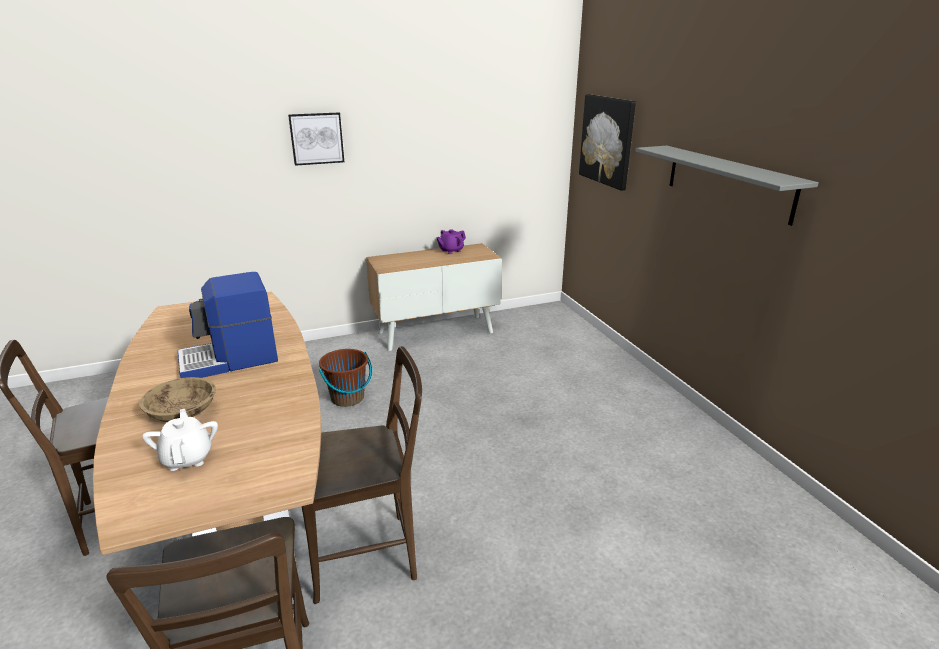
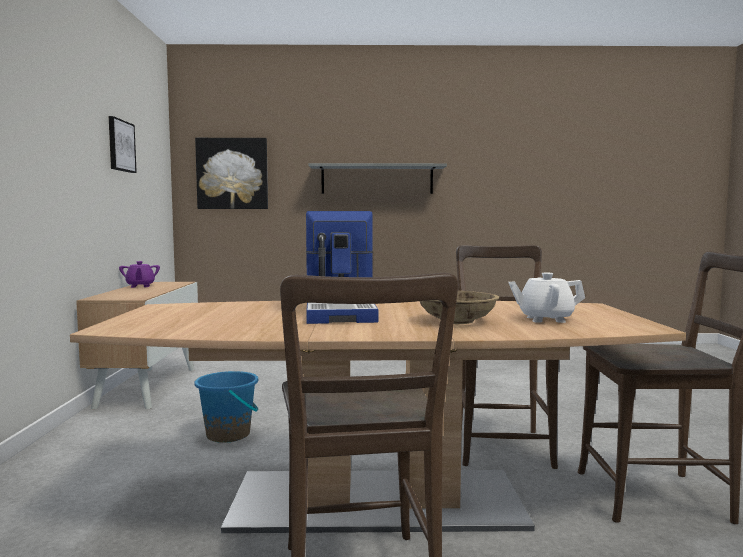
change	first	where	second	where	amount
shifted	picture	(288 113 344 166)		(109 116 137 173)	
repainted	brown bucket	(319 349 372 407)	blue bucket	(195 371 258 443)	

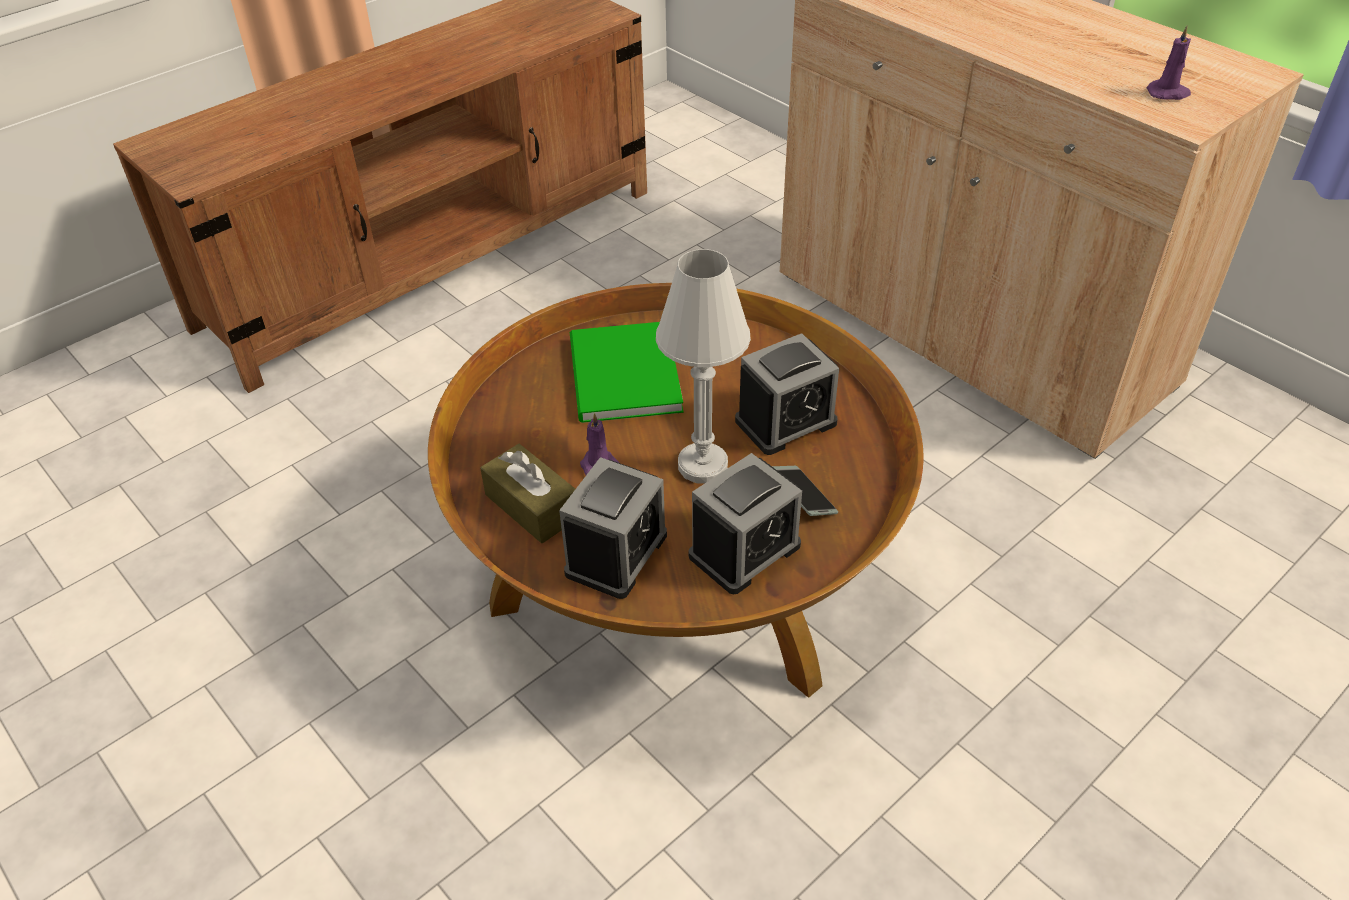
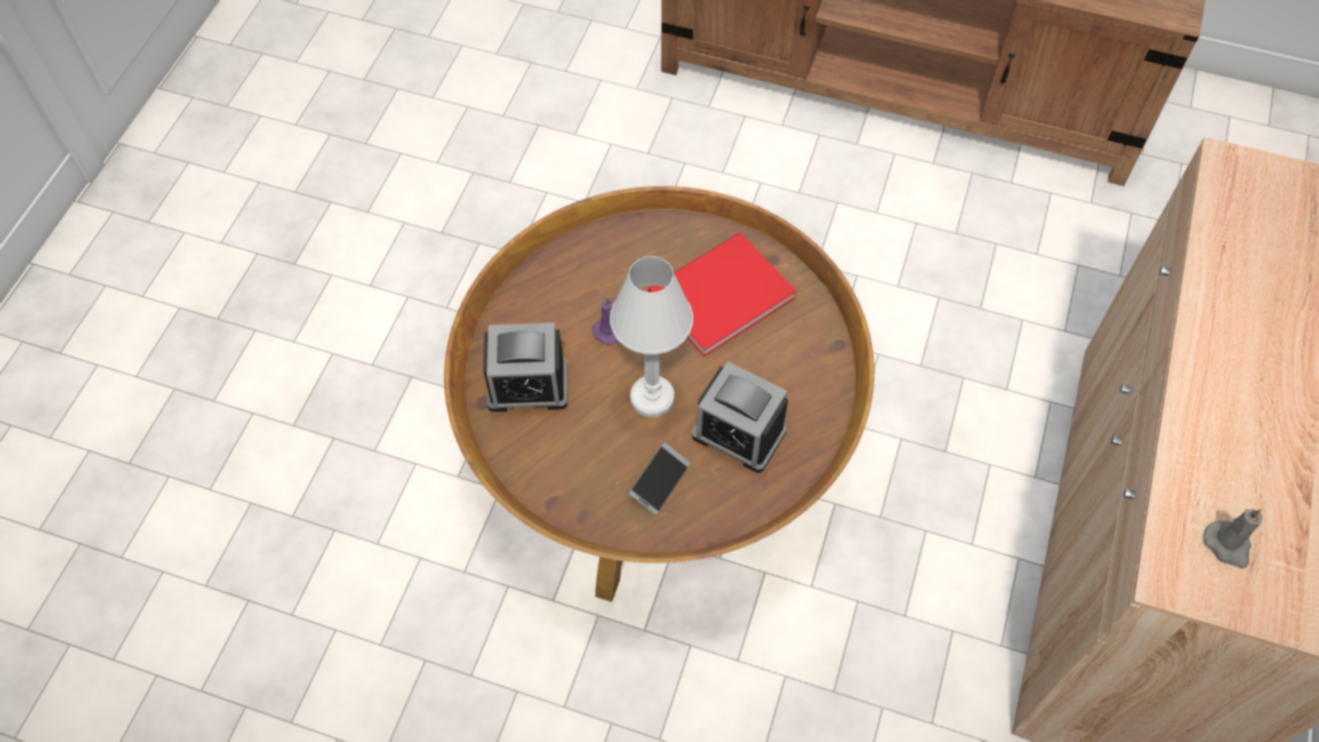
change	first	where	second	where	amount
gone	brown tissue box	(480 444 575 543)			
gone	alarm clock	(689 453 802 594)			
repainted	green book	(570 322 683 423)	red book	(648 233 797 357)	
repainted	purple candle	(1147 25 1191 100)	grey candle	(1203 509 1263 568)	

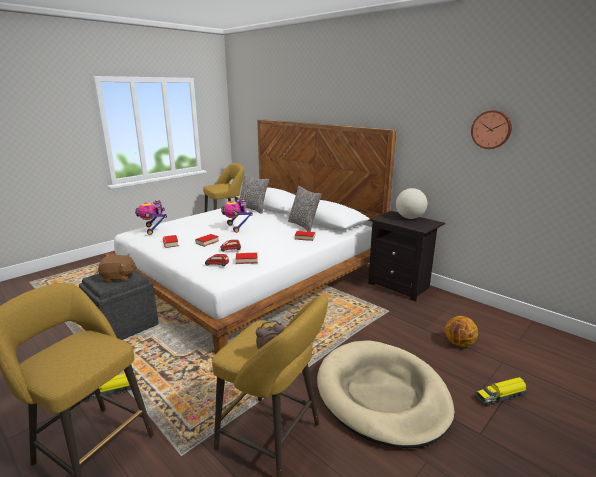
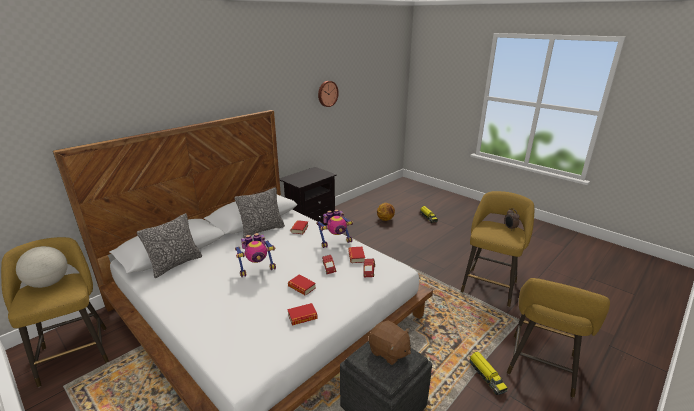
change	first	where	second	where	amount
gone	beige dog bed	(317 340 454 448)			
shifted	toy robot	(135 200 167 235)		(316 209 353 248)	
shifted	globe	(396 188 428 219)		(16 246 68 288)	
rotated	brown plush toy	(98 254 137 283)		(368 321 411 365)	135 degrees clockwise

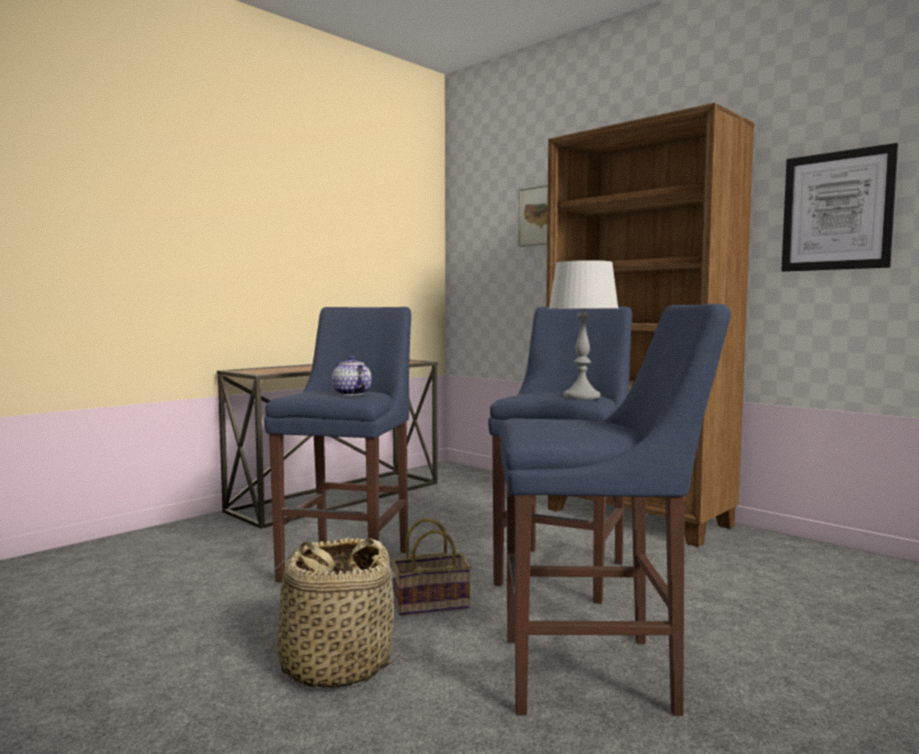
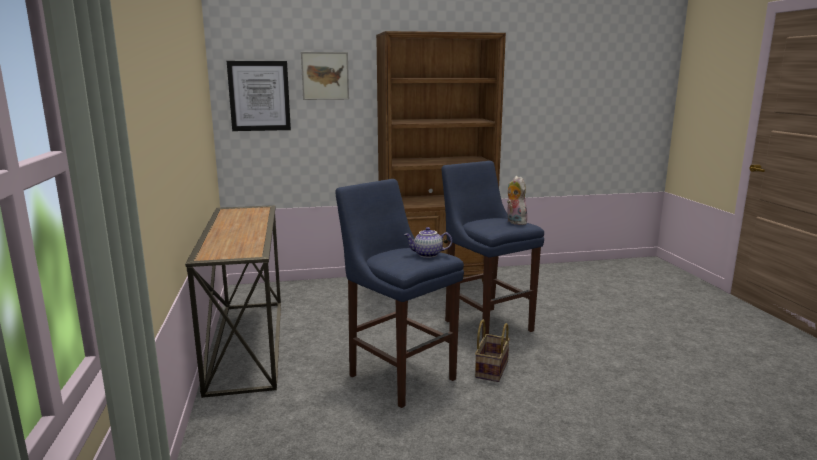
change	first	where	second	where	amount
gone	basket	(259 538 407 689)			
gone	blue stool	(499 304 731 716)			
shifted	picture	(781 143 898 272)		(227 61 291 131)	
swapped	grey table lamp	(549 260 618 399)	plush toy	(507 176 527 225)	

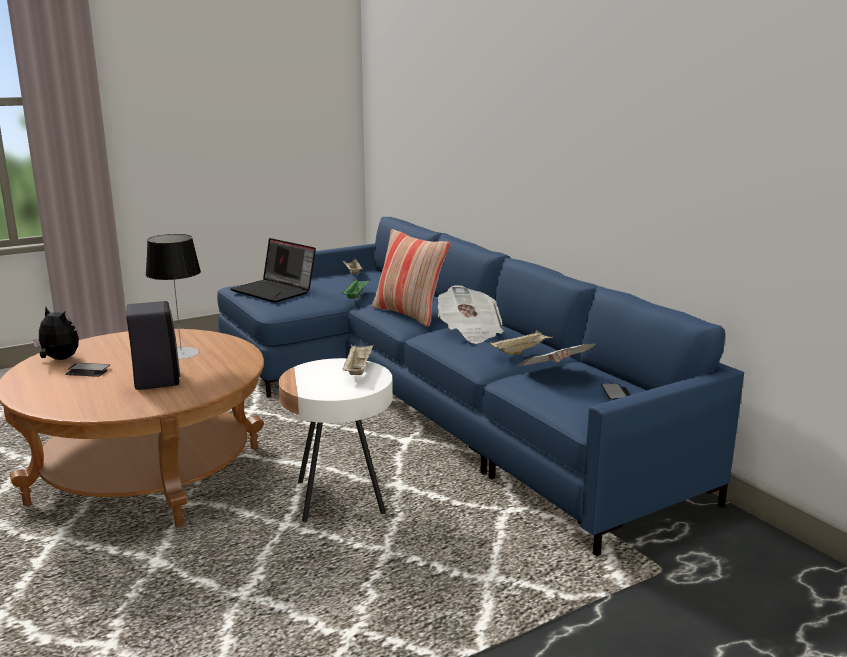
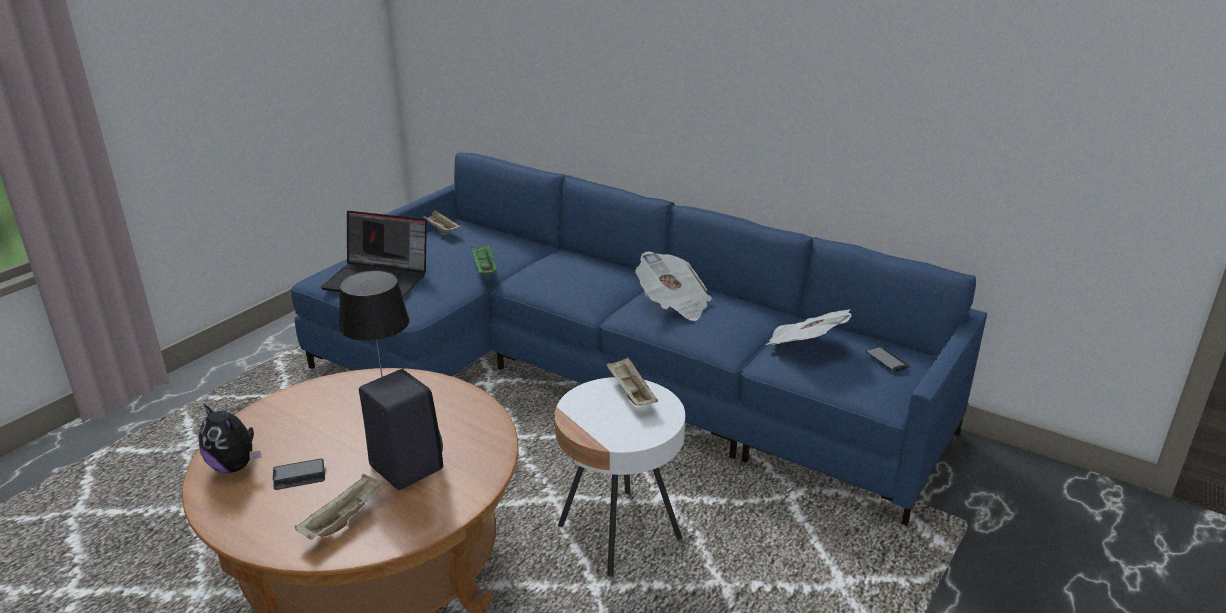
change	first	where	second	where	amount
gone	pillow	(372 229 450 327)			
shifted	beige tray	(490 330 553 355)		(295 474 389 540)	
rotated	plush toy	(33 307 79 360)		(199 403 262 473)	150 degrees counterclockwise

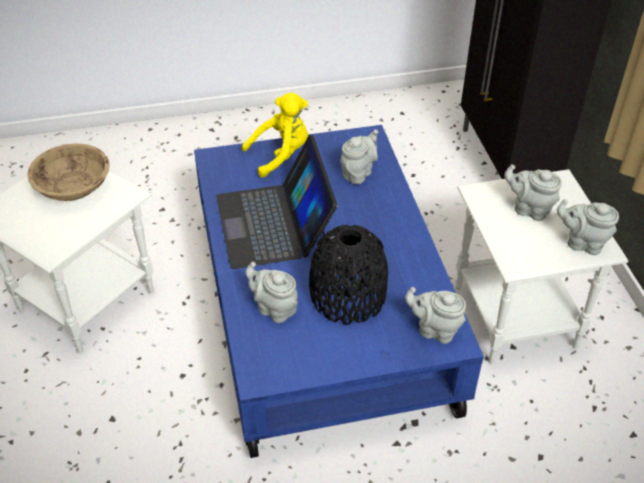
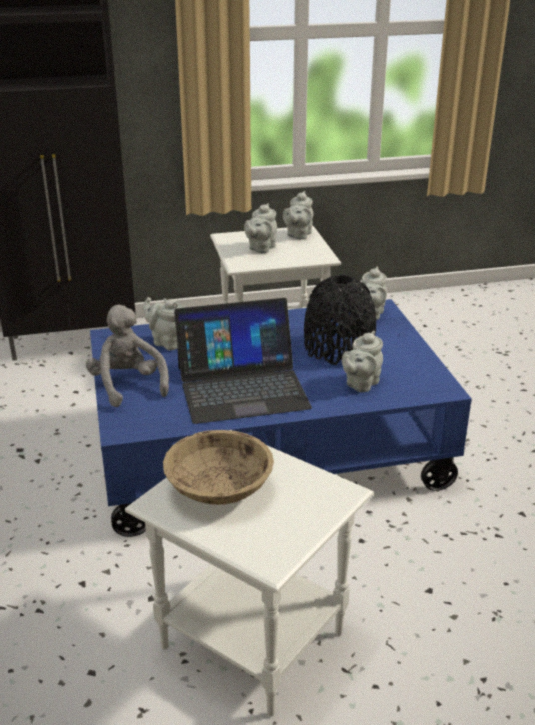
change	first	where	second	where	amount
repainted	yellow plush toy	(242 93 308 178)	grey plush toy	(86 305 169 407)	

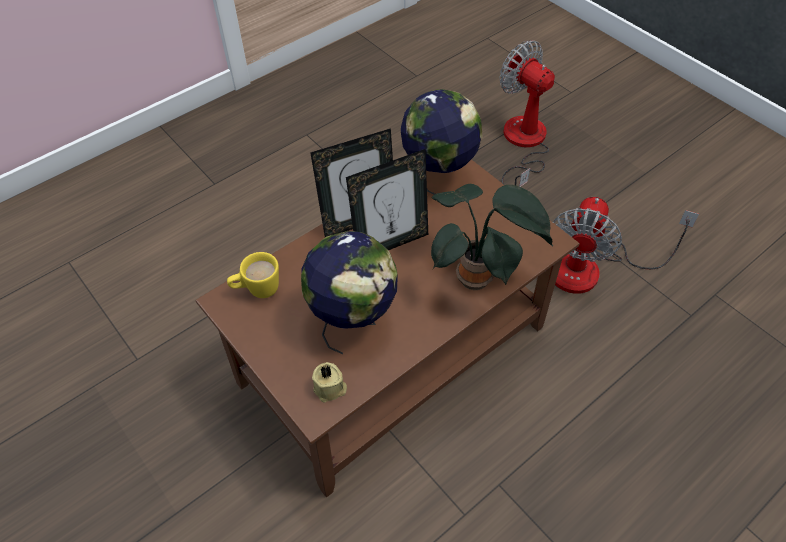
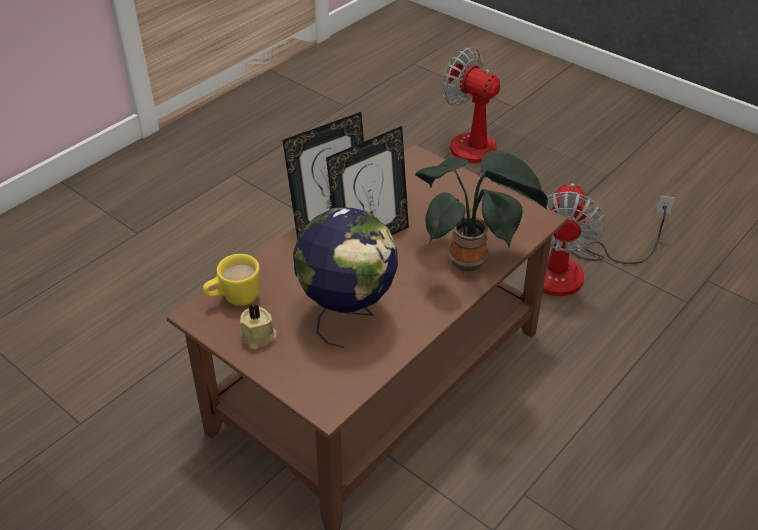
change	first	where	second	where	amount
gone	globe	(401 89 483 195)			
shifted	beige candle	(312 362 347 402)		(240 304 277 349)	

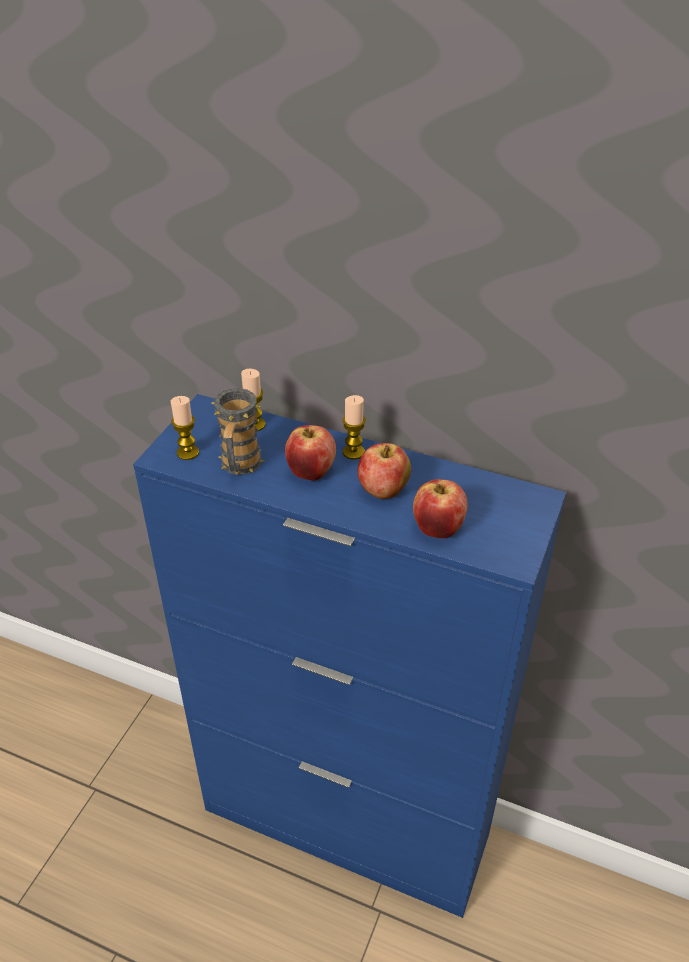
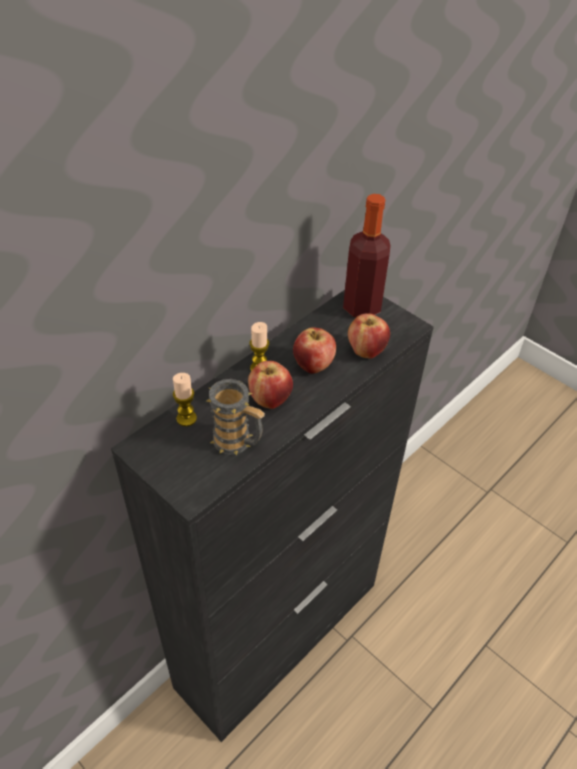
change	first	where	second	where	amount
gone	candle	(171 396 199 460)			
new			bottle	(343 194 390 317)	
repainted	blue cabinet	(133 394 566 918)	black cabinet	(111 290 434 742)	

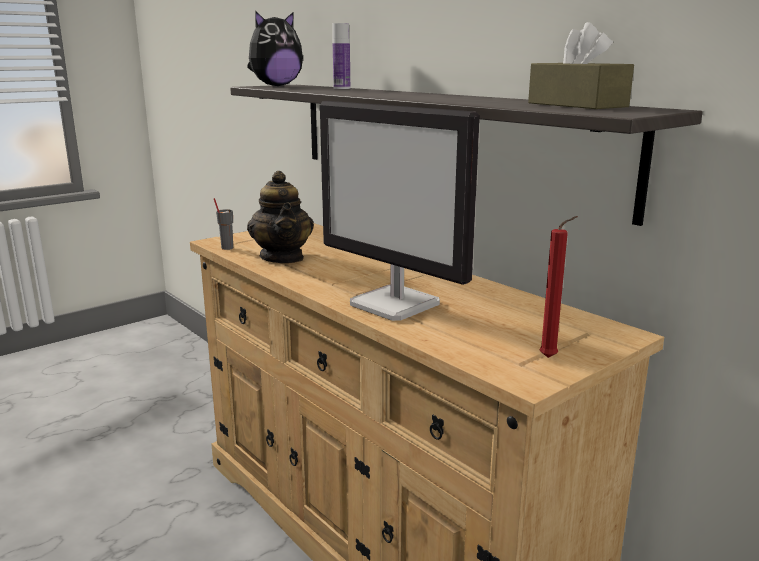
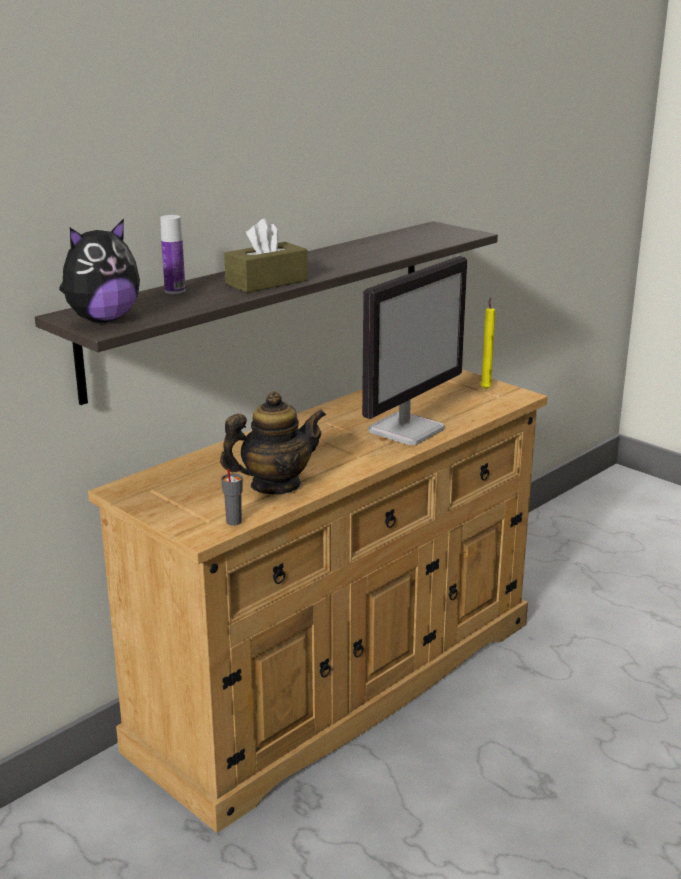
change	first	where	second	where	amount
shifted	brown tissue box	(528 22 634 109)		(224 219 308 293)	
repainted	red candle	(539 216 578 358)	yellow candle	(480 297 496 389)	
rotated	plush toy	(247 10 303 86)		(59 219 140 323)	90 degrees clockwise

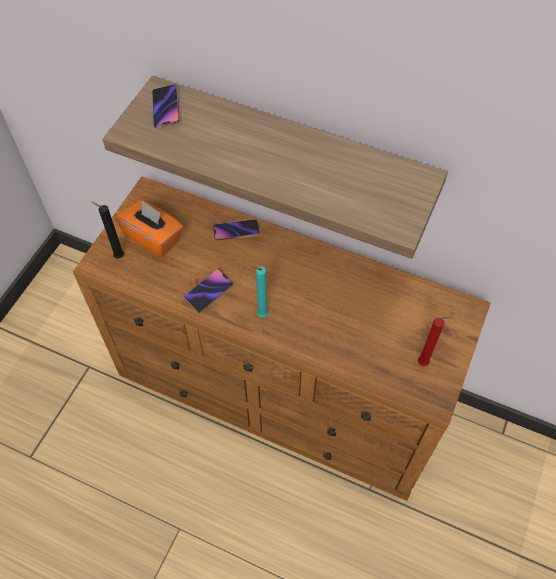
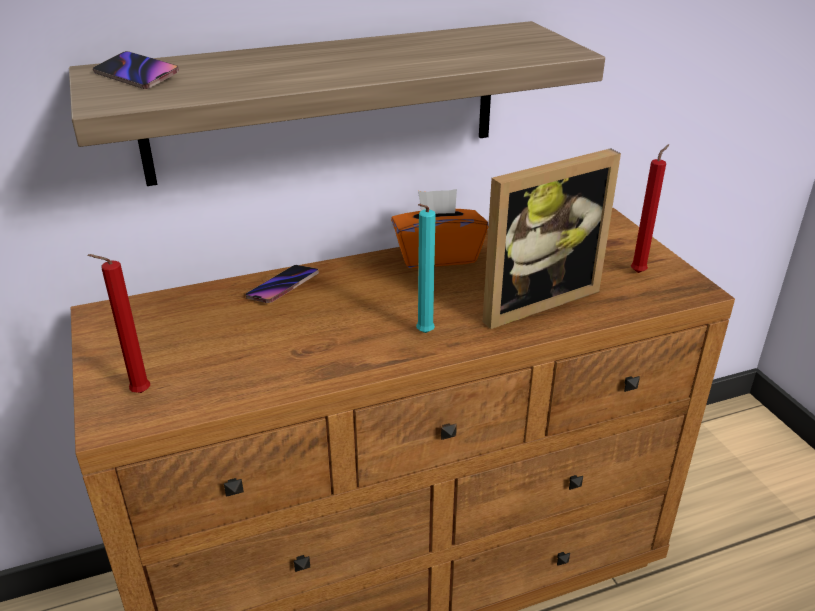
change	first	where	second	where	amount
gone	phone	(184 269 233 313)			
new			picture frame	(482 148 621 329)	
shifted	orange tissue box	(116 200 184 257)		(391 189 488 268)	
repainted	black candle	(92 202 124 258)	red candle	(88 254 150 393)	

